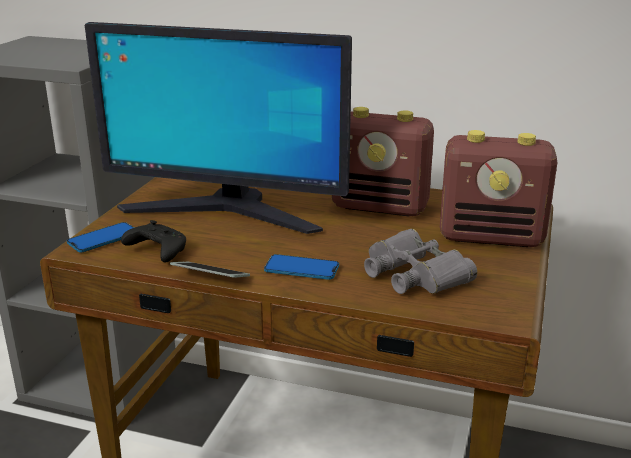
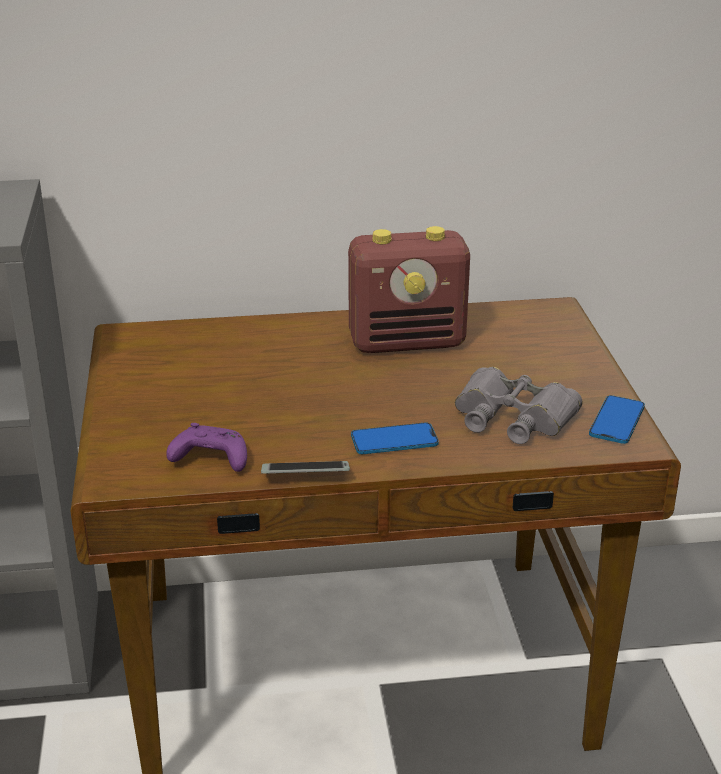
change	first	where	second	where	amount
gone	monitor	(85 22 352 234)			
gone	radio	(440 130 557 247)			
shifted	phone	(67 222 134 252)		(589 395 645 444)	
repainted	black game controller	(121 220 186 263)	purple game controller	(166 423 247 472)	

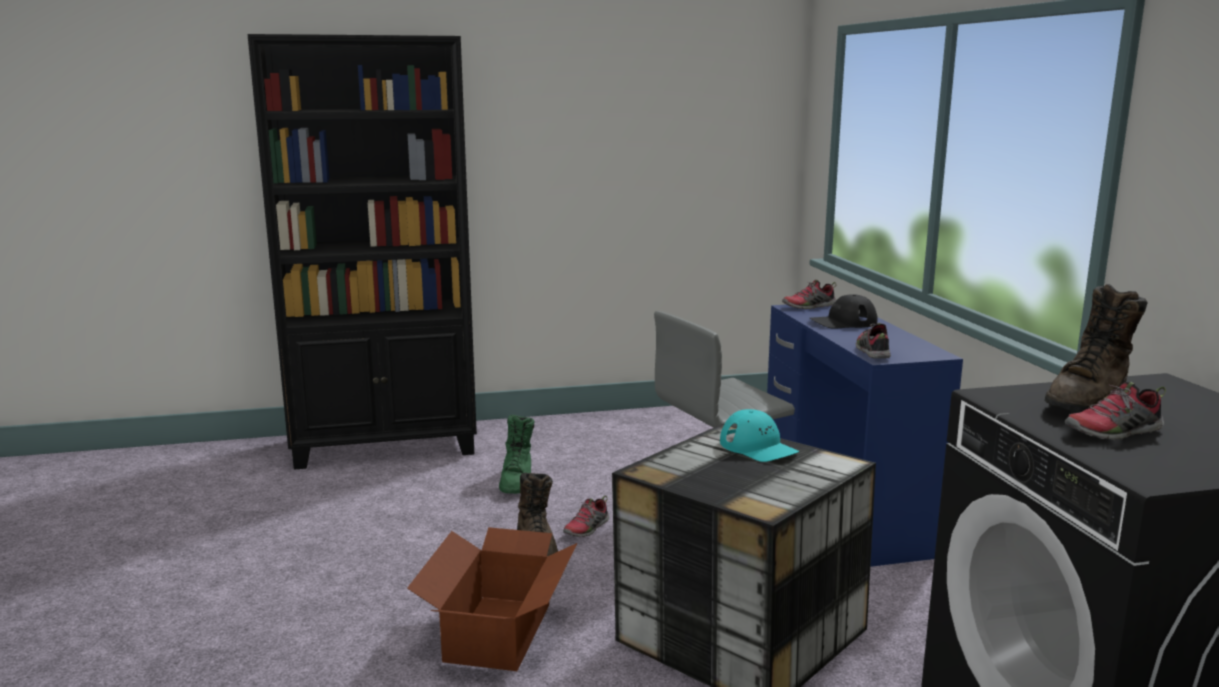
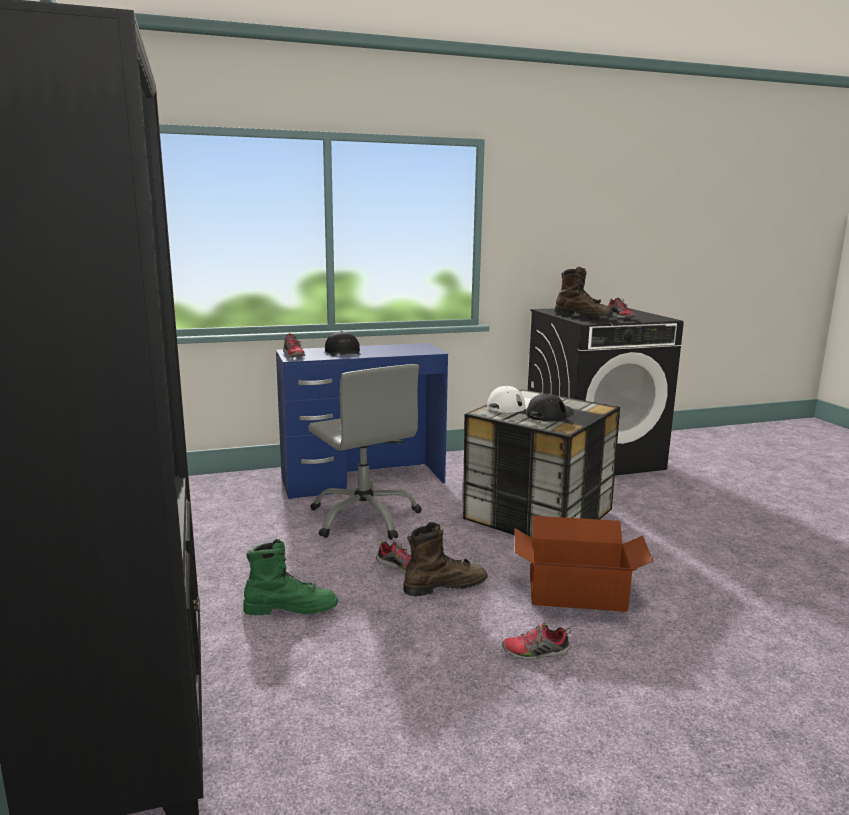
change	first	where	second	where	amount
new			black cap	(526 393 574 422)	
shifted	shoe	(856 323 891 359)		(502 621 571 660)	
repainted	turquoise cap	(720 409 799 462)	white cap	(487 386 532 413)	

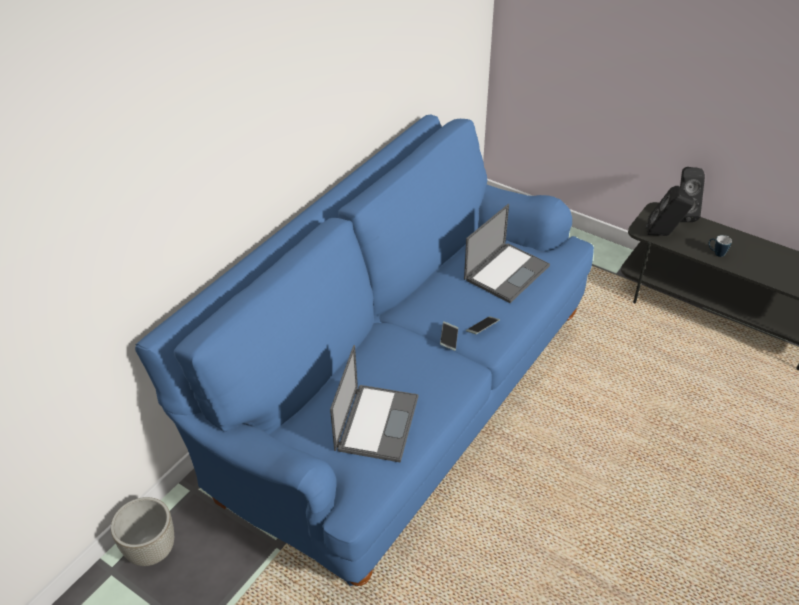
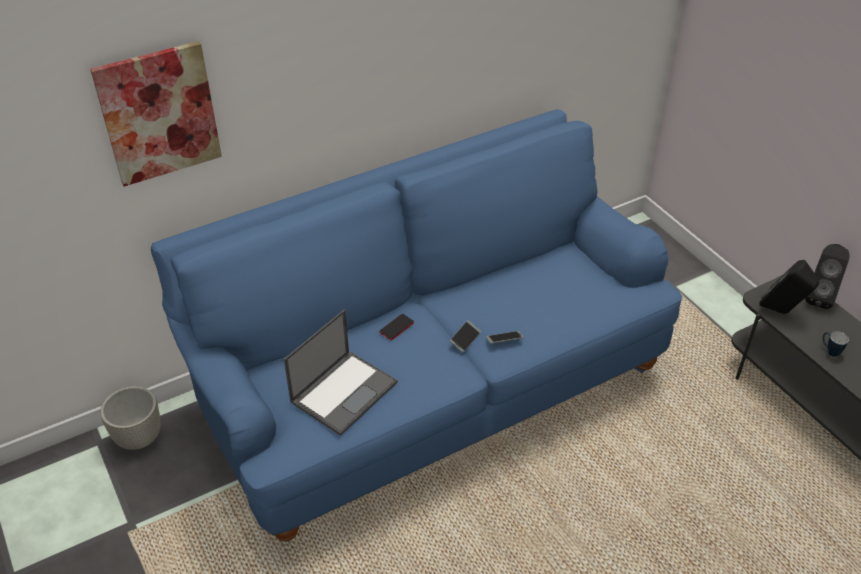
change	first	where	second	where	amount
gone	laptop	(464 204 550 303)			
new			picture	(90 41 222 186)	
new			phone	(380 314 414 340)	

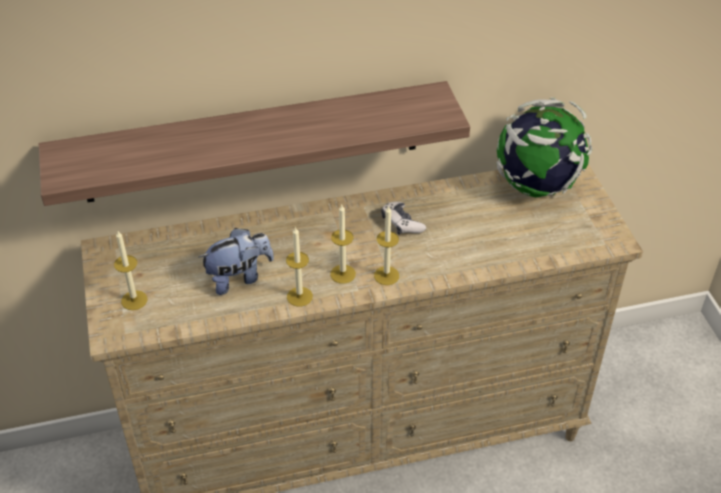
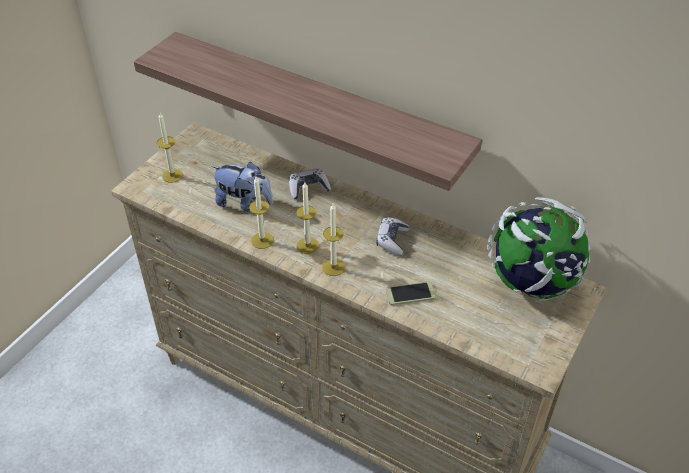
change	first	where	second	where	amount
new			game controller	(289 168 331 199)	
new			phone	(386 281 436 305)	

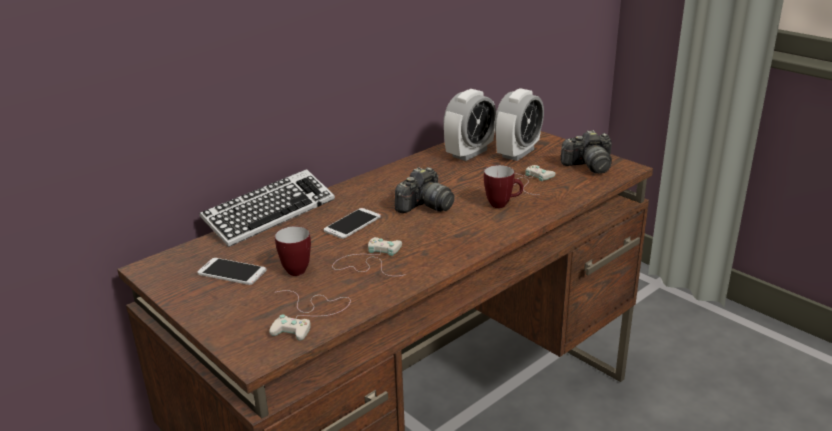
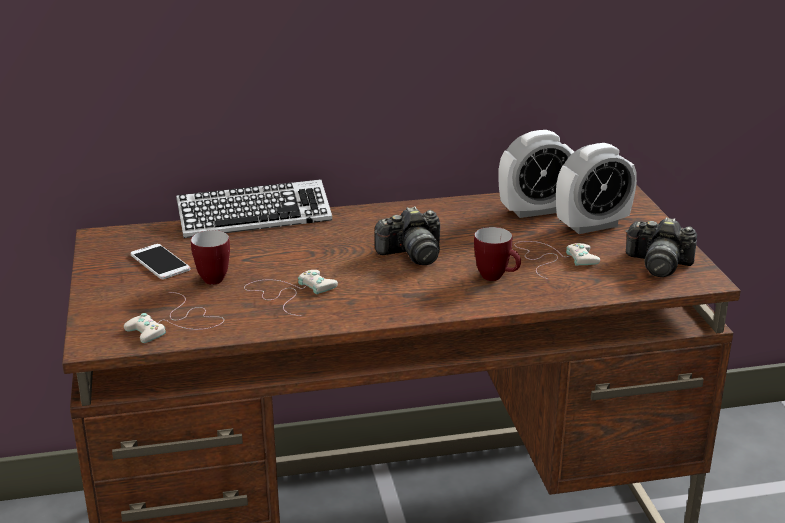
change	first	where	second	where	amount
gone	phone	(324 208 381 239)			

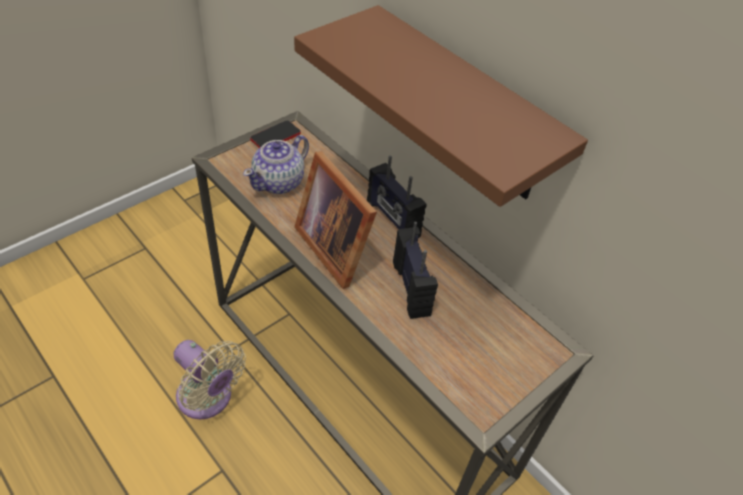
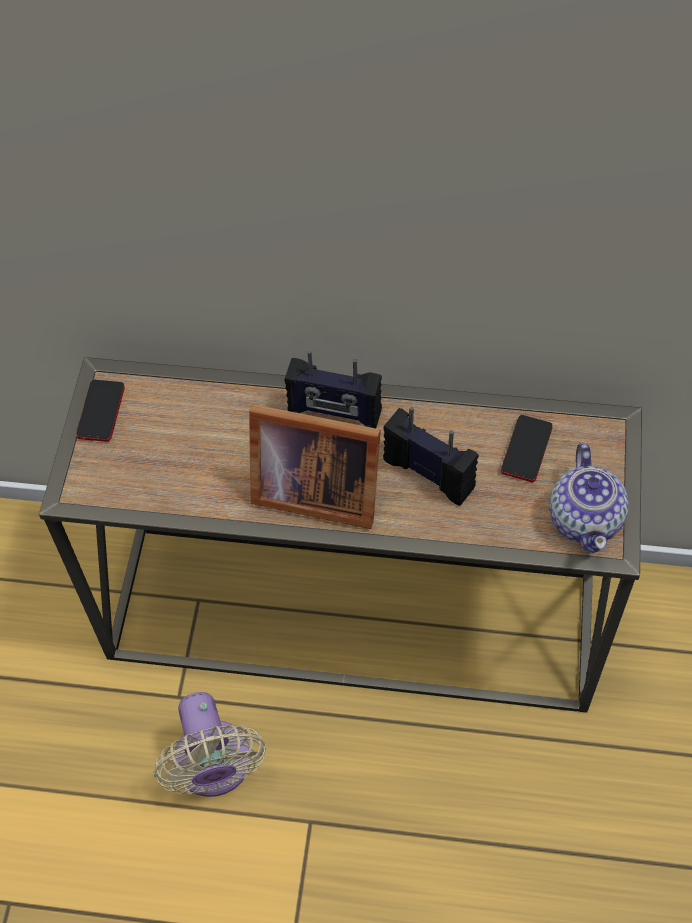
change	first	where	second	where	amount
gone	brown shelf	(294 5 588 207)			
new			phone	(501 415 553 482)	
shifted	teapot	(243 135 309 194)		(549 443 629 553)	
rotated	beige fan	(173 340 246 419)		(154 692 266 797)	75 degrees clockwise

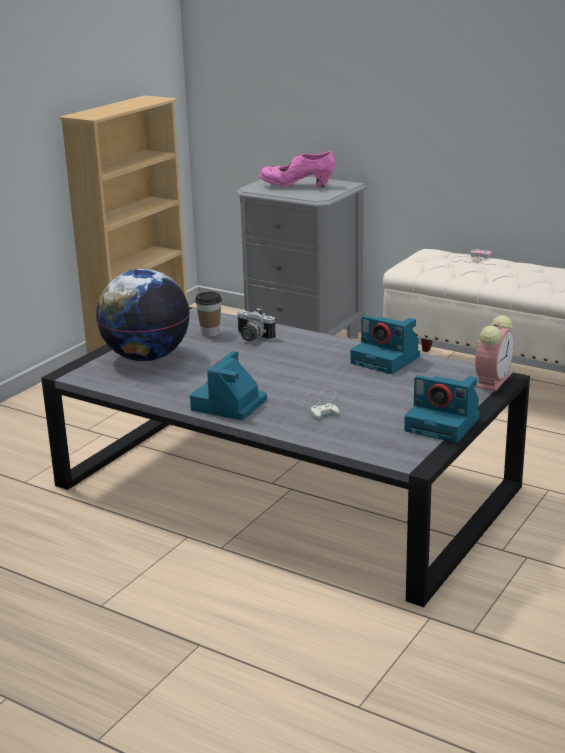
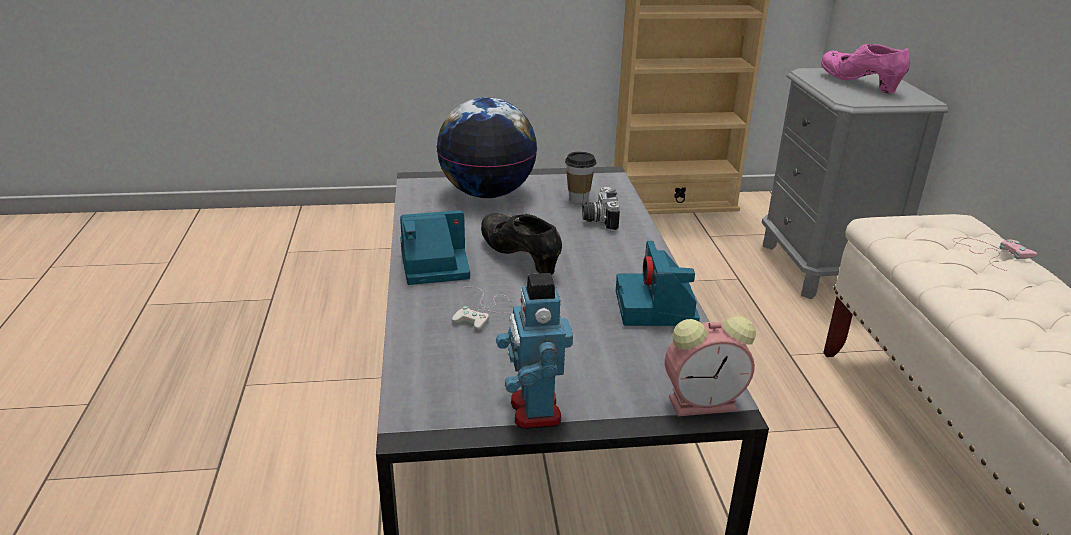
change	first	where	second	where	amount
new			black shoe	(481 213 562 275)	
swapped	photo camera	(404 375 480 443)	toy robot	(496 273 573 429)	

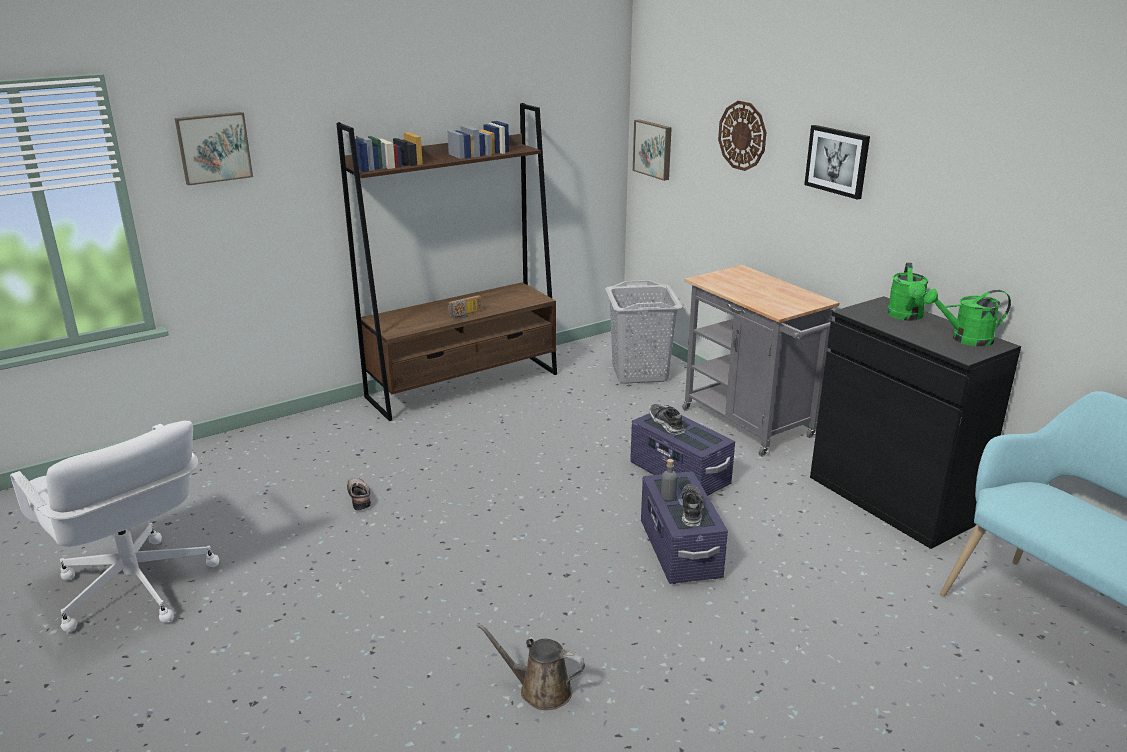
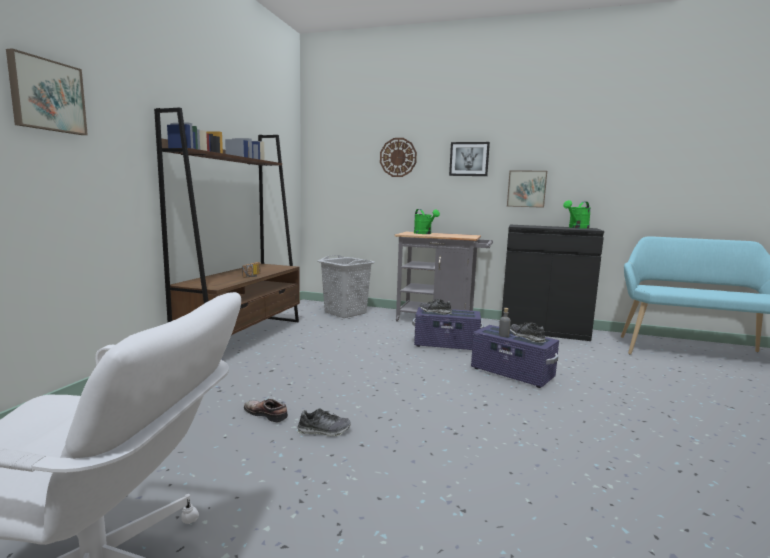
change	first	where	second	where	amount
gone	brown watering can	(476 623 585 710)			
new			shoe	(297 408 351 437)	
shifted	picture	(633 119 672 181)		(507 170 547 208)	
shifted	green watering can	(887 263 929 321)		(414 209 440 234)	

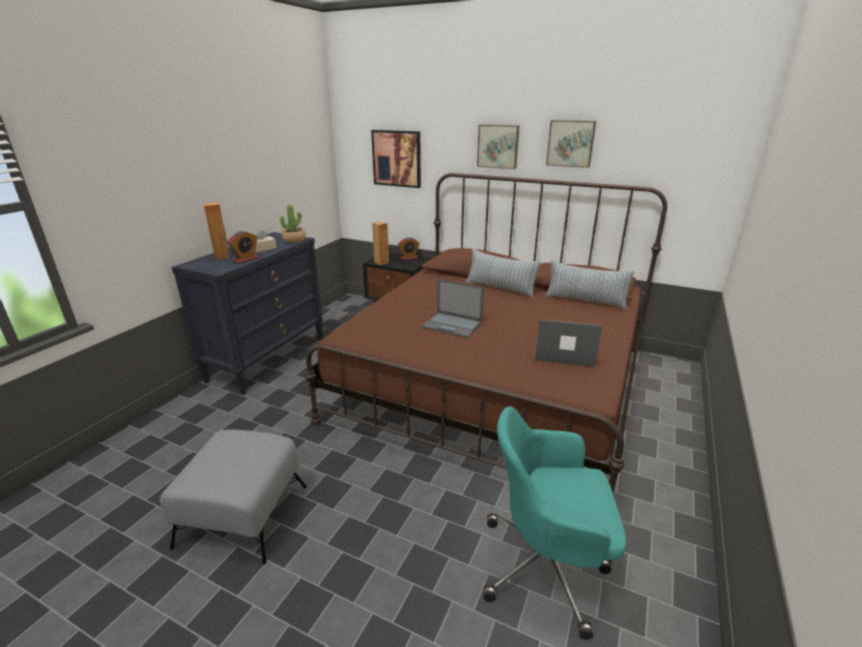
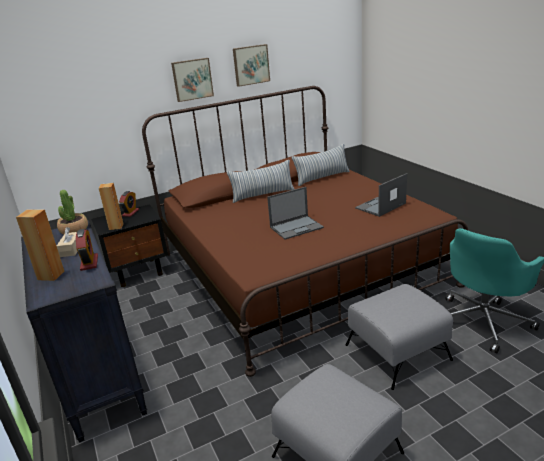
change	first	where	second	where	amount
gone	picture	(371 130 421 188)			
new			grey ottoman	(346 284 453 390)	

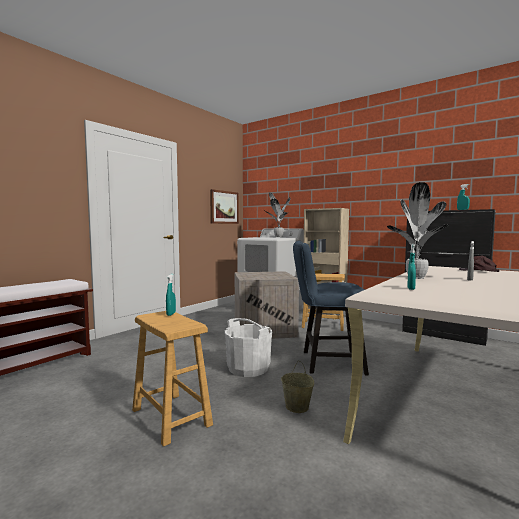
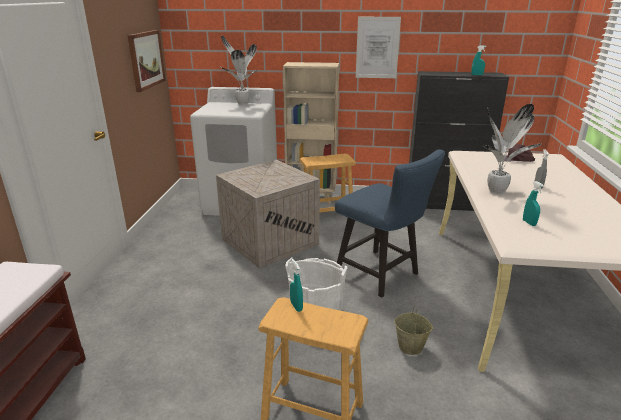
change	first	where	second	where	amount
new			picture	(356 17 401 78)	
rotated	blue chair	(293 241 369 375)		(335 149 445 297)	105 degrees counterclockwise

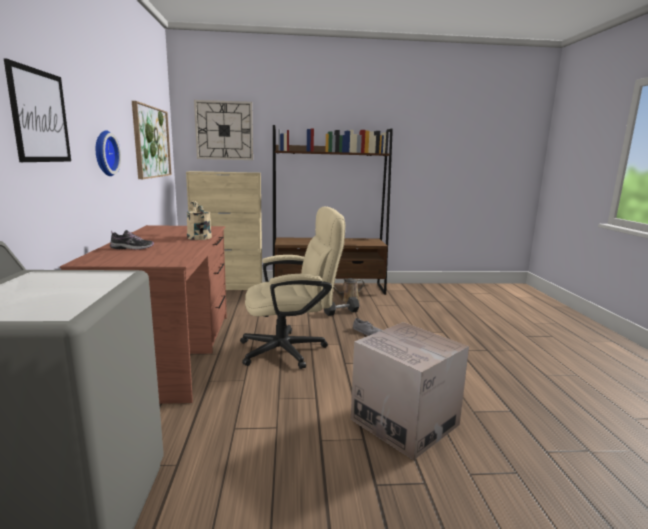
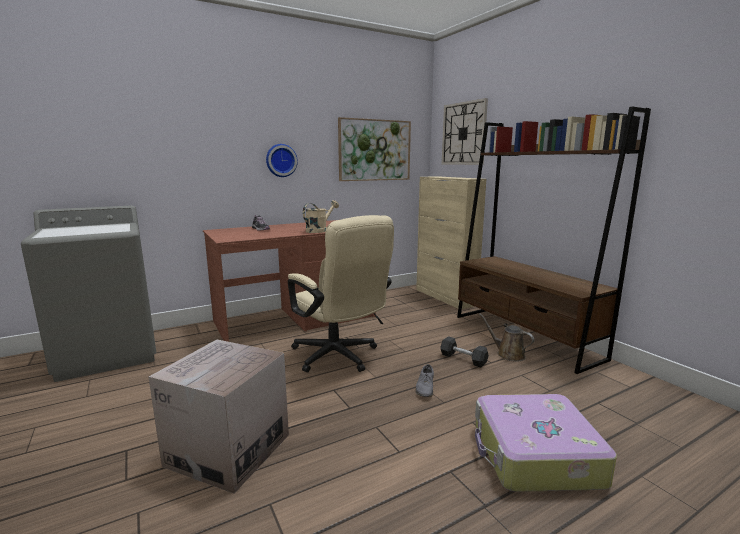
change	first	where	second	where	amount
gone	picture	(4 58 71 162)			
new			suitcase	(475 394 617 492)	

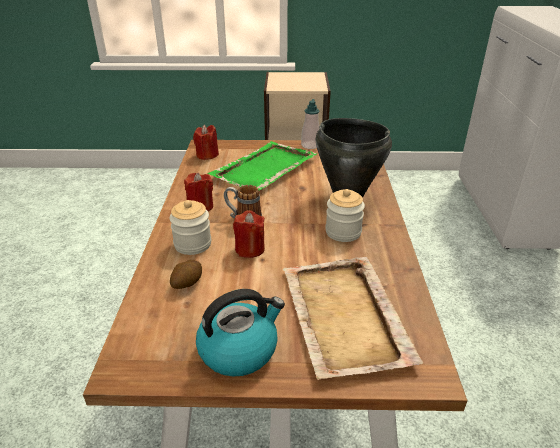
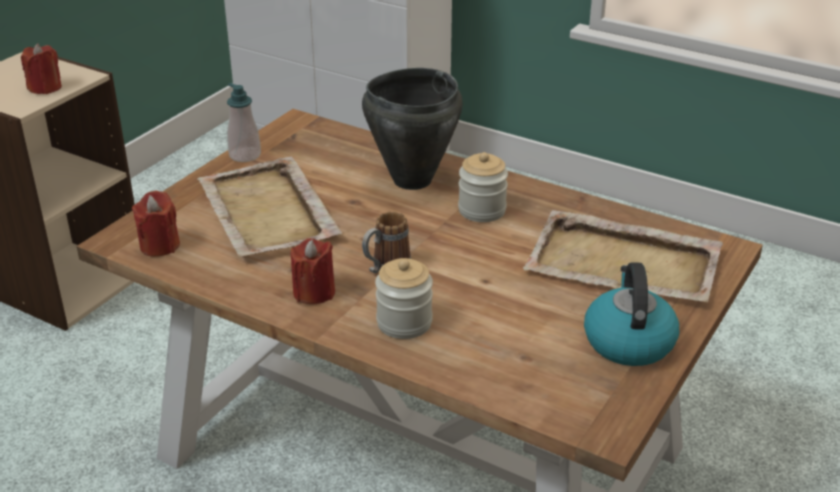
change	first	where	second	where	amount
gone	potato	(170 260 202 289)			
shifted	red candle	(233 210 265 258)		(21 43 62 94)	
repainted	green tray	(207 141 317 191)	beige tray	(197 156 342 257)	

